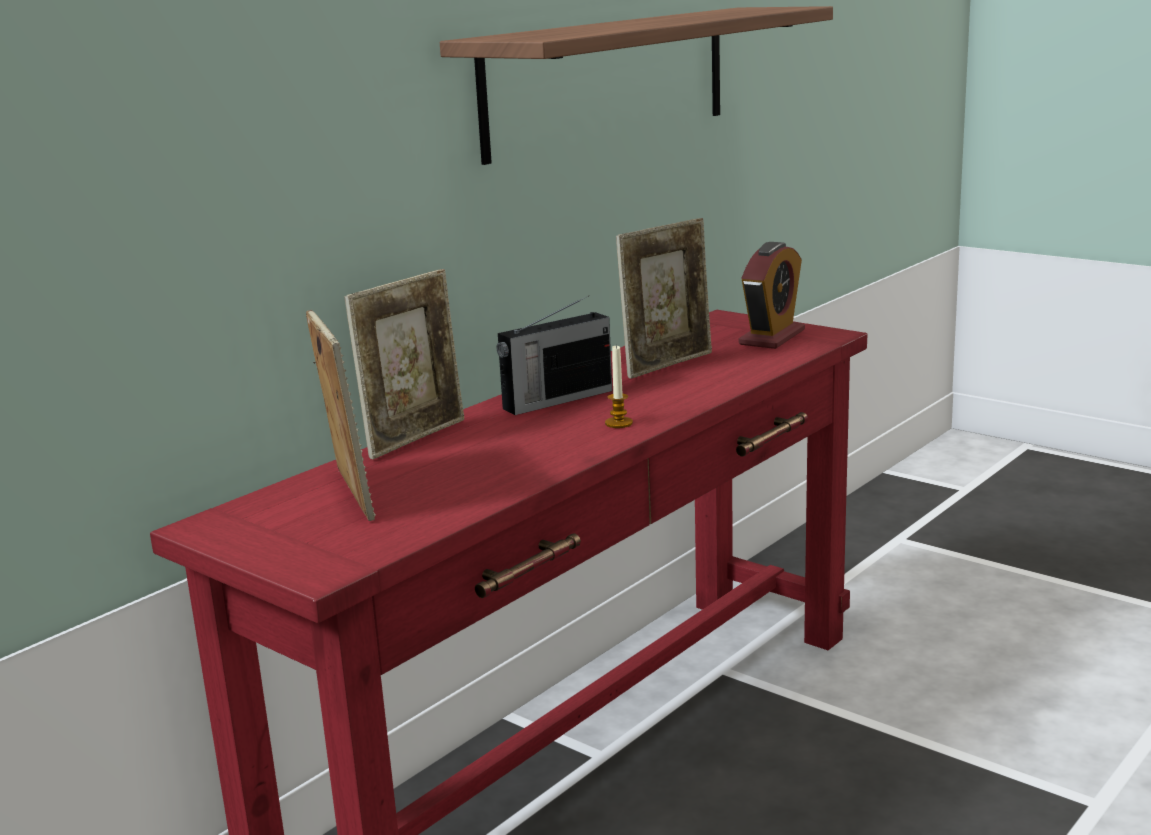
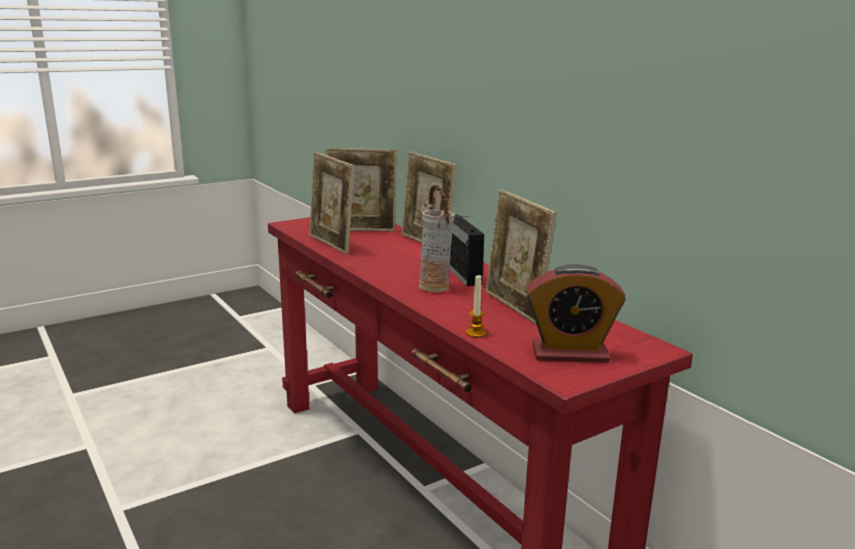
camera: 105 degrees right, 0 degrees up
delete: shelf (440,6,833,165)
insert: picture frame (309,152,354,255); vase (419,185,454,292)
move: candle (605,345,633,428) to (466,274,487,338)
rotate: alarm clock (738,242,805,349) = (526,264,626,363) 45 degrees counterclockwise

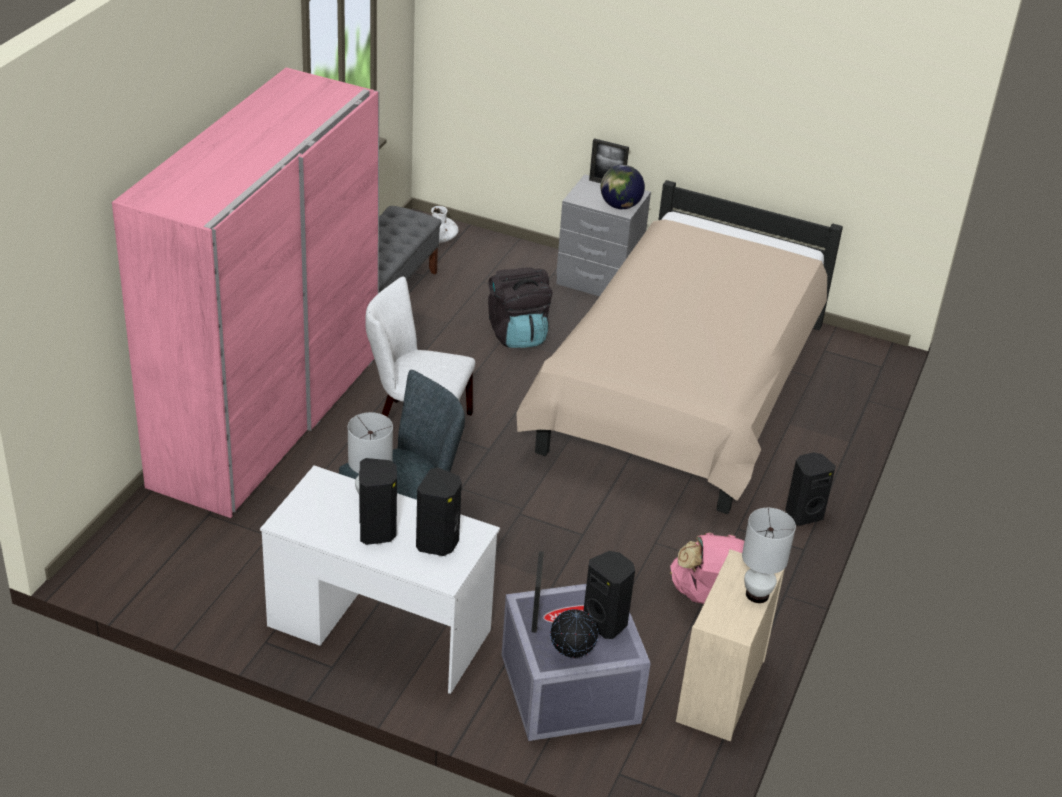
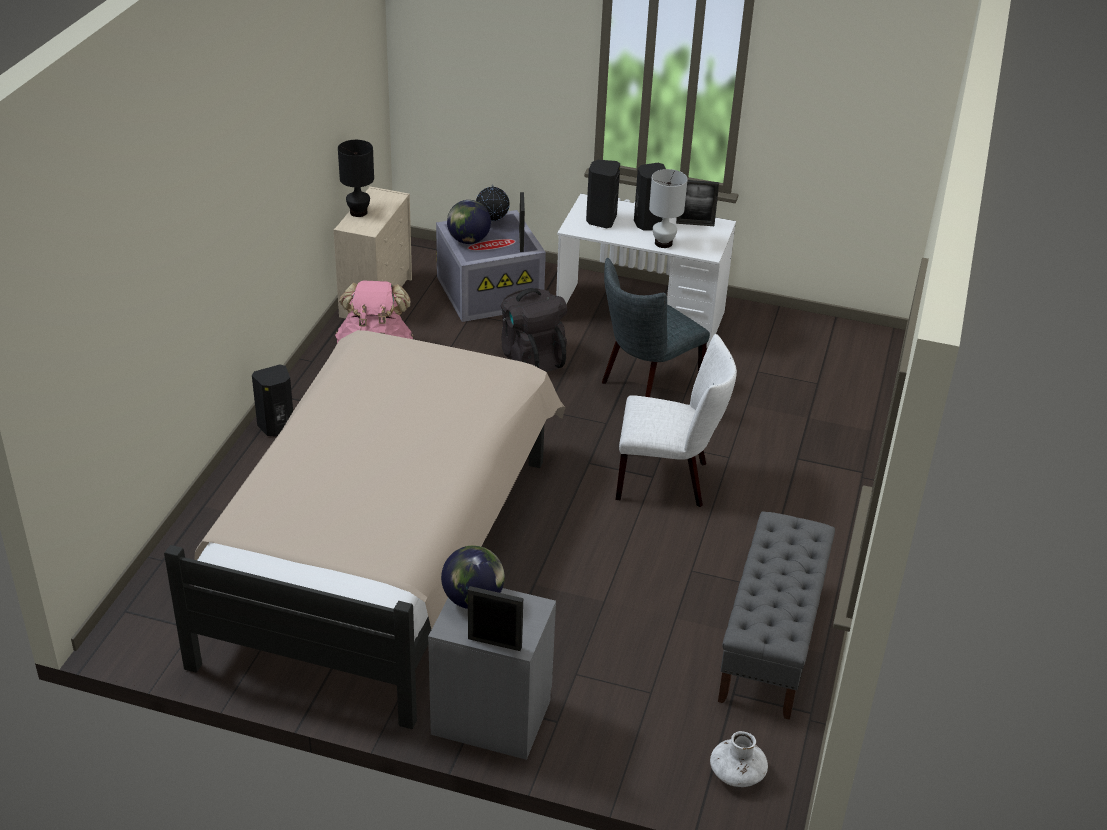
camera: 175 degrees right, 0 degrees up
delete: wardrobe/pink (112,67,379,518)
insert: picture frame (676,180,719,226)
move: backpack/black (488,267,553,348) to (501,288,567,372)
replace: speaker/black (583,551,635,639) to globe (447,200,491,244)
recolor: table lamp/white (742,508,796,603) to table lamp/black (338,140,374,217)

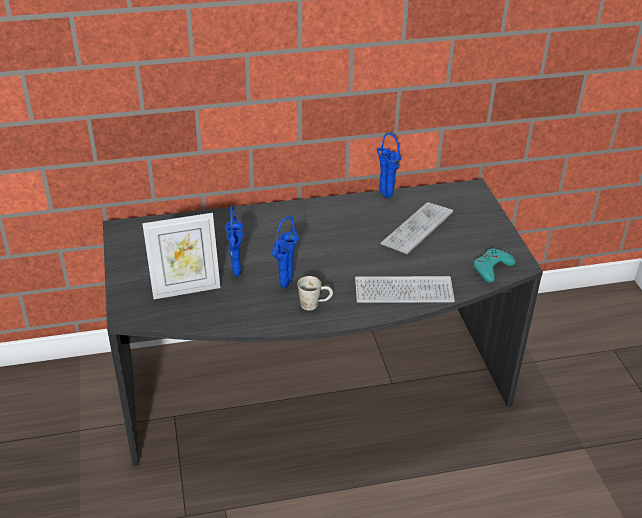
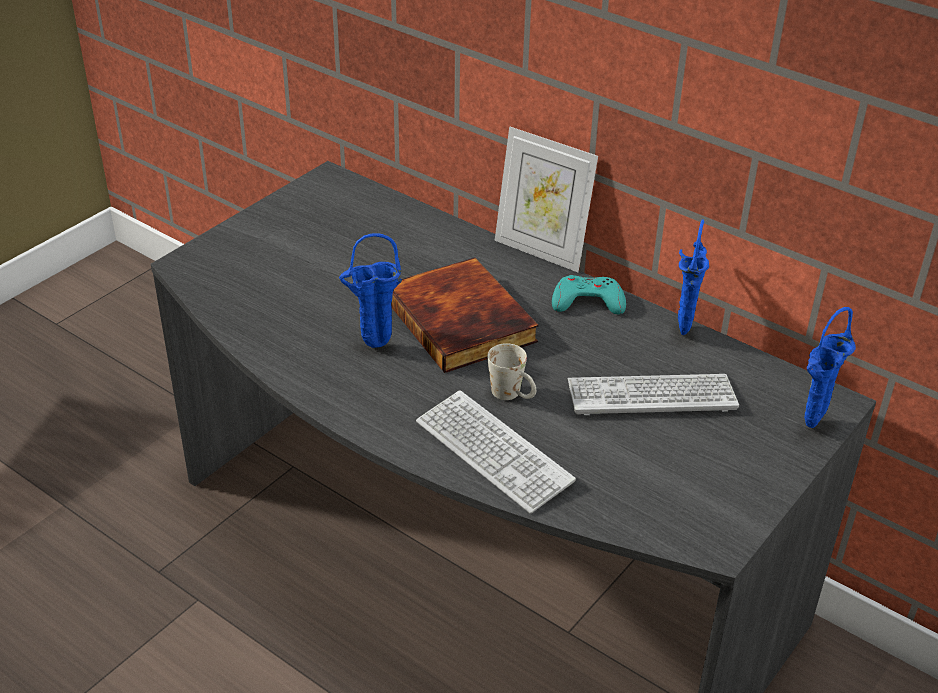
camera: 50 degrees right, 0 degrees up
insert: book (391,258,538,373)
move: mug/white (297,276,333,311) to (487,343,536,400); picture frame (142,213,220,299) to (495,127,598,272); game controller/turquoise (473,249,516,283) to (552,275,626,314); vase/blue (225,205,244,277) to (804,307,856,428)

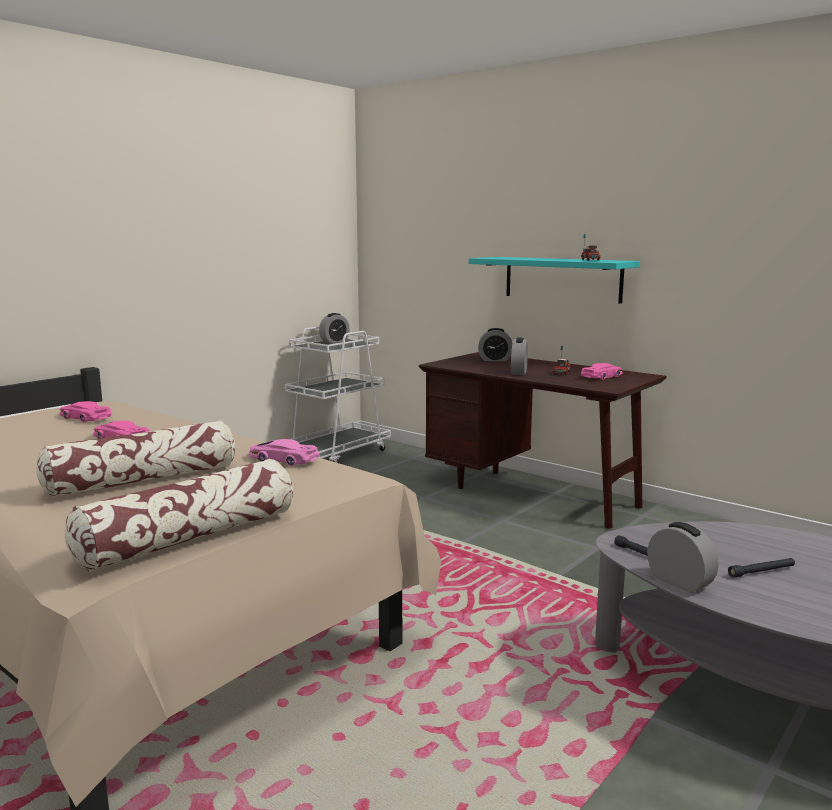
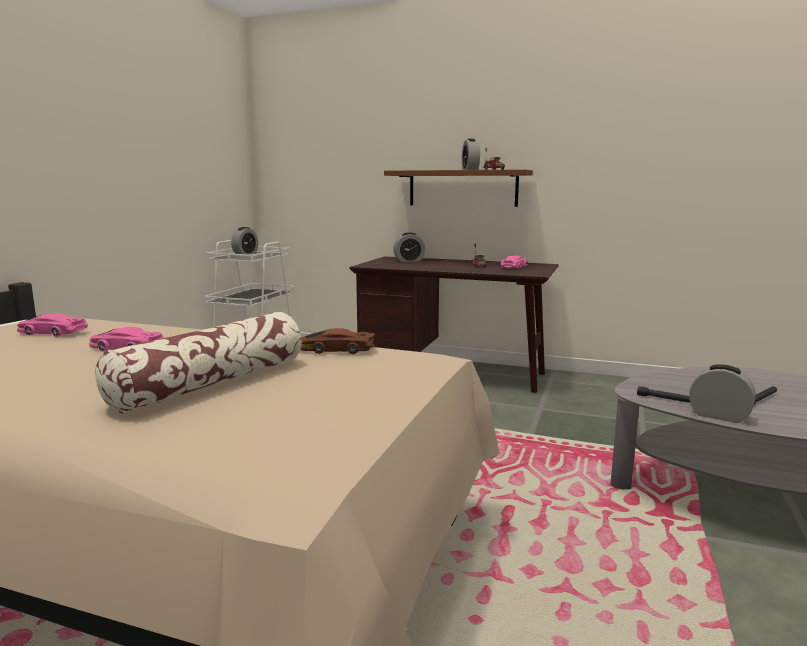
camera: 20 degrees left, 0 degrees up
delete: pillow (65,459,293,572)
move: alarm clock (511,338,528,375) to (462,139,480,170)
recolor: toy car/pink (249,439,319,466) to toy car/brown (300,328,375,354); shelf/turquoise (469,257,640,304) to shelf/brown (384,169,533,207)

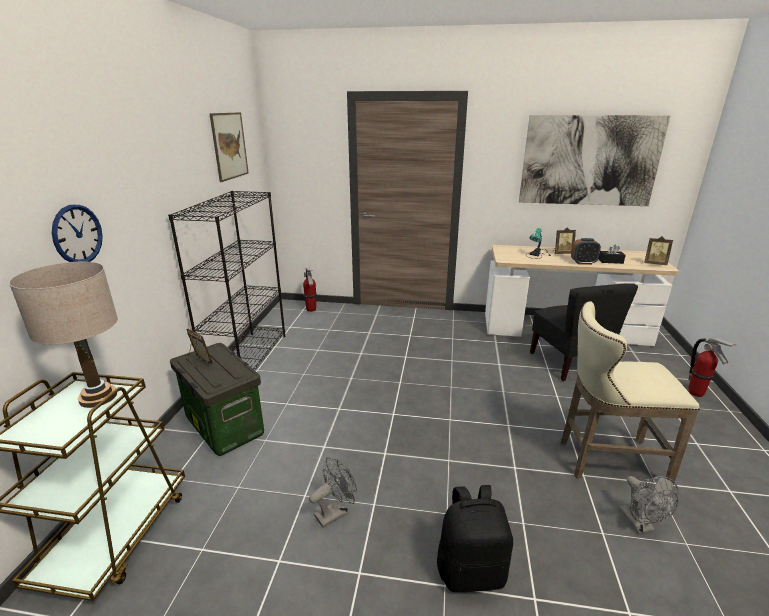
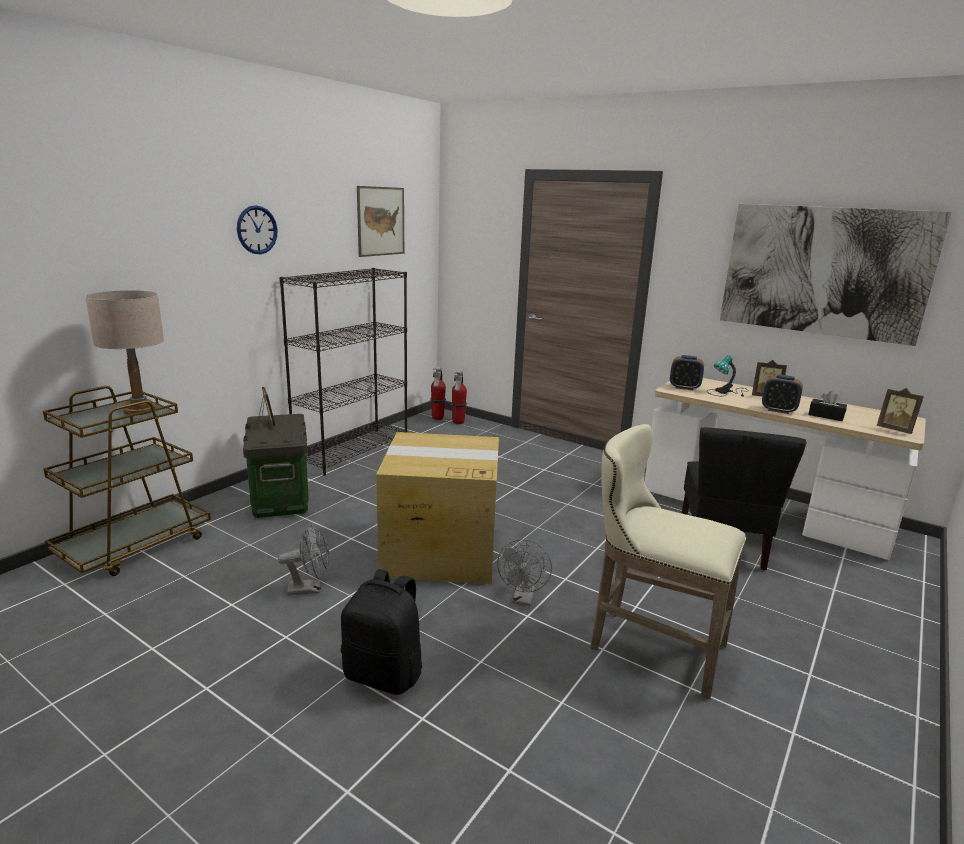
camera: 25 degrees right, 5 degrees down
insert: cardboard box (376,432,499,584); alarm clock (670,355,704,390)
move: wall clock (52,204,103,262) to (237,205,278,254); fire extinguisher (688,338,736,397) to (430,367,446,420); fan/grey (619,476,679,534) to (497,539,552,606)

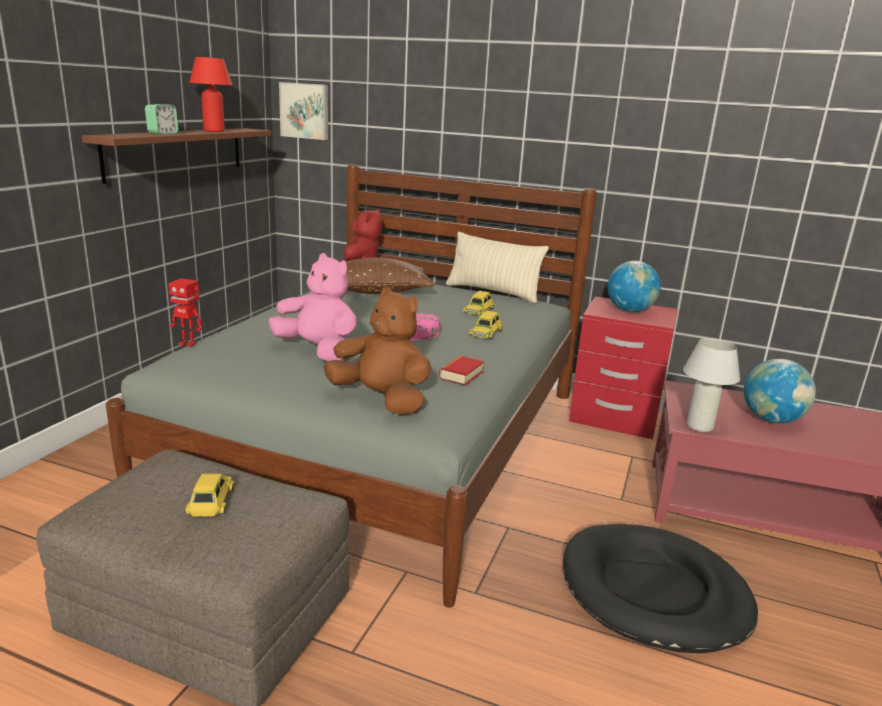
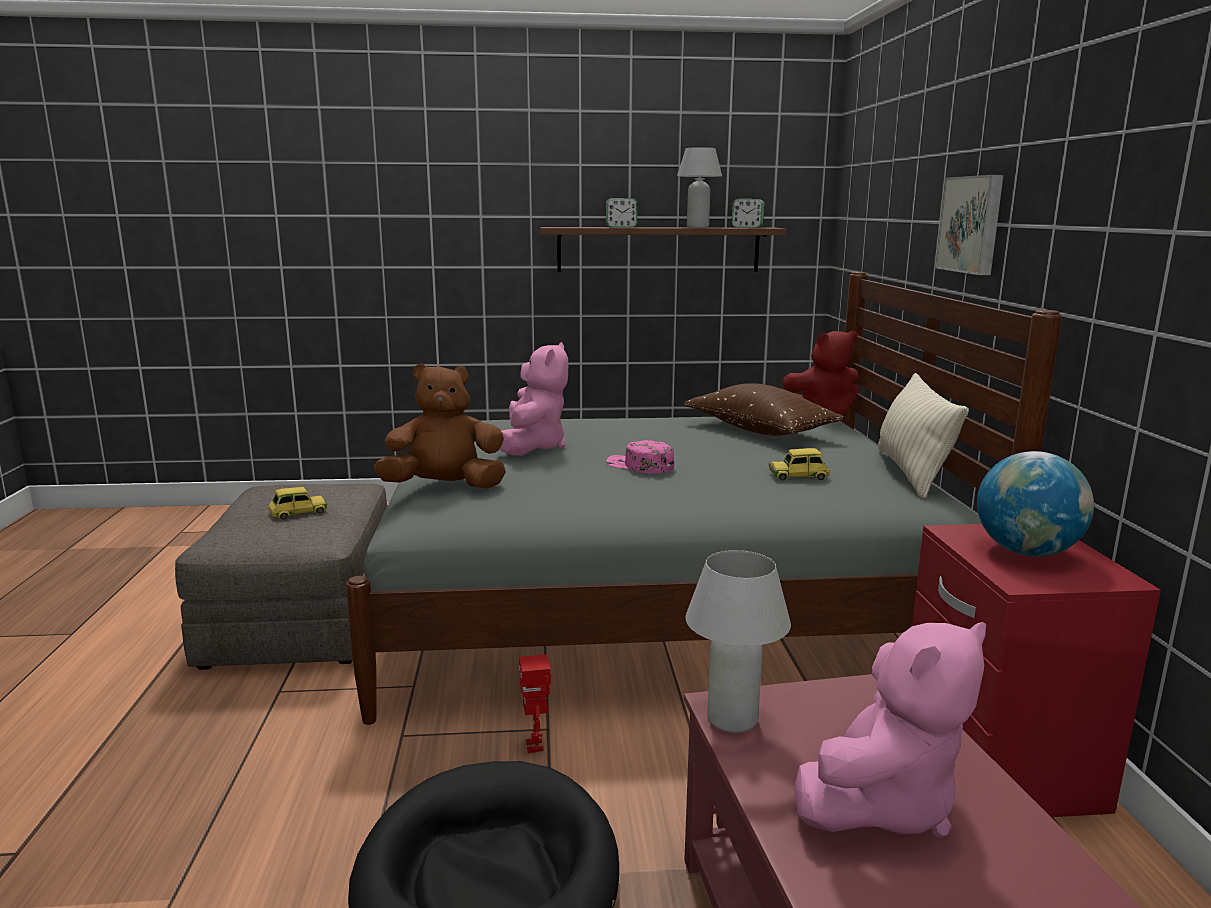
camera: 65 degrees right, 5 degrees down
delete: book (439,356,484,385); toy car/yellow (470,311,503,339)
insert: alarm clock (732,199,764,228)
move: toy robot (169,278,202,347) to (519,654,551,753); picture (279,82,328,140) to (936,175,1004,275)
replace: globe (744,359,816,424) to plush toy/pink (794,622,986,838)
recolor: table lamp/red (189,57,232,132) to table lamp/white (677,147,722,228)
rotate: plush toy/brown (323,287,431,414) = (374,363,506,488) 105 degrees counterclockwise

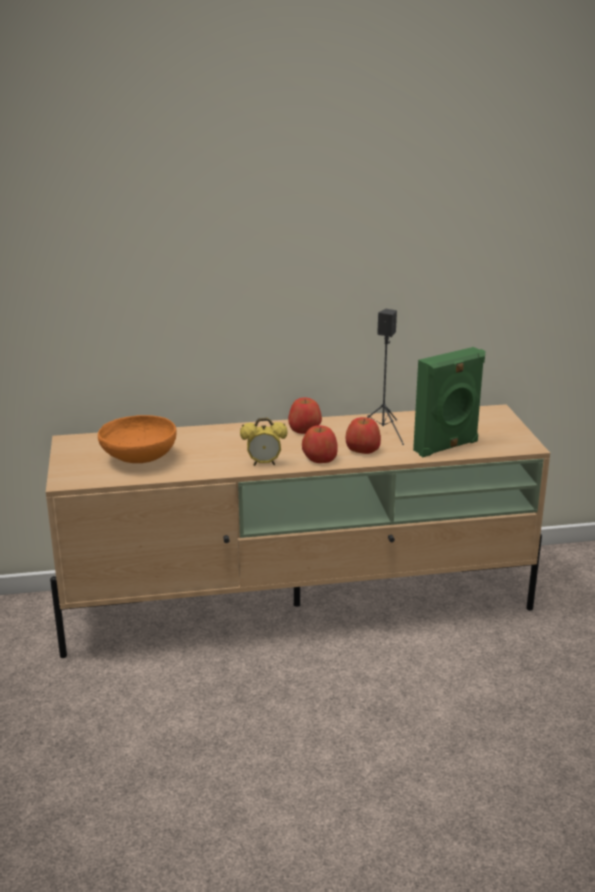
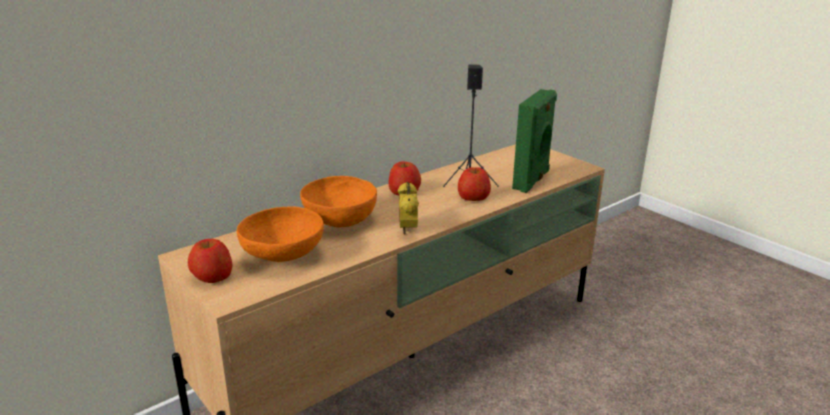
camera: 30 degrees left, 0 degrees up
insert: bowl/orange (300,176,377,228)
move: apple (302,425,338,463) to (188,239,232,283)
rotate: alarm clock (240,418,288,466) = (398,182,419,235) 120 degrees clockwise

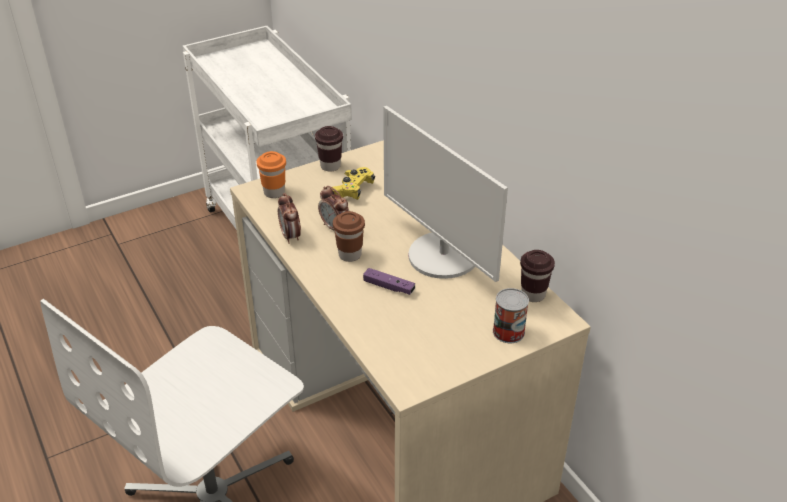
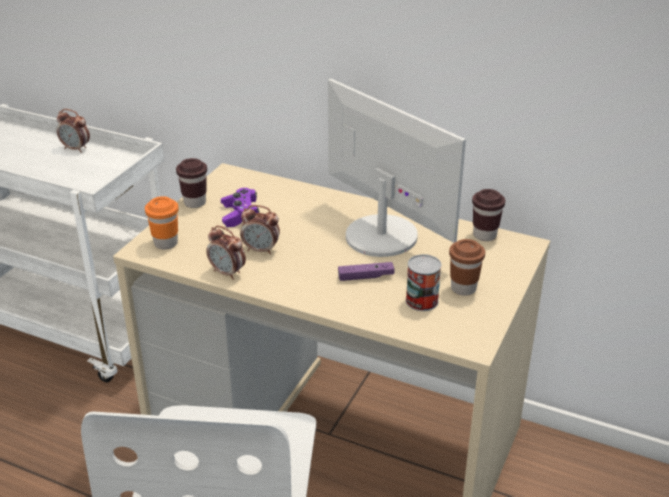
camera: 35 degrees left, 5 degrees down
insert: alarm clock (57,109,90,153)
move: can (493,288,529,343) to (406,254,442,311); cup/brown (333,211,365,262) to (449,239,485,296)
recolor: game controller/yellow (330,167,375,200) to game controller/purple (221,188,259,227)
rotate: monitor (383,106,508,282) = (328,79,466,257) 150 degrees counterclockwise

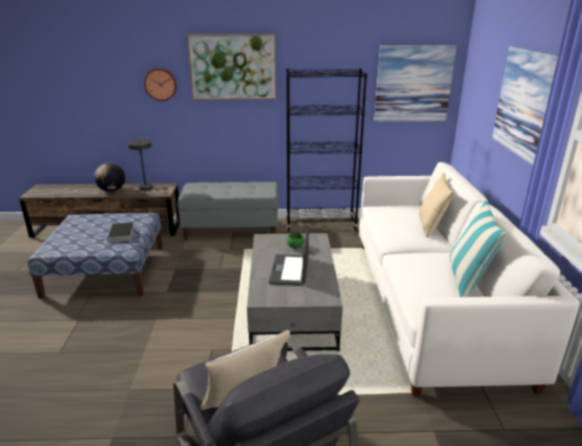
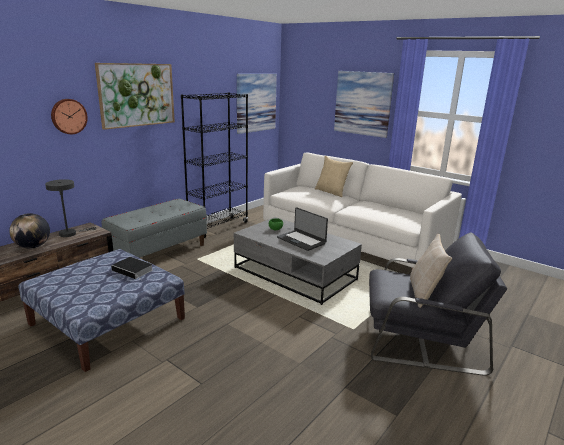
camera: 50 degrees left, 5 degrees down
delete: pillow (450,200,507,297)

